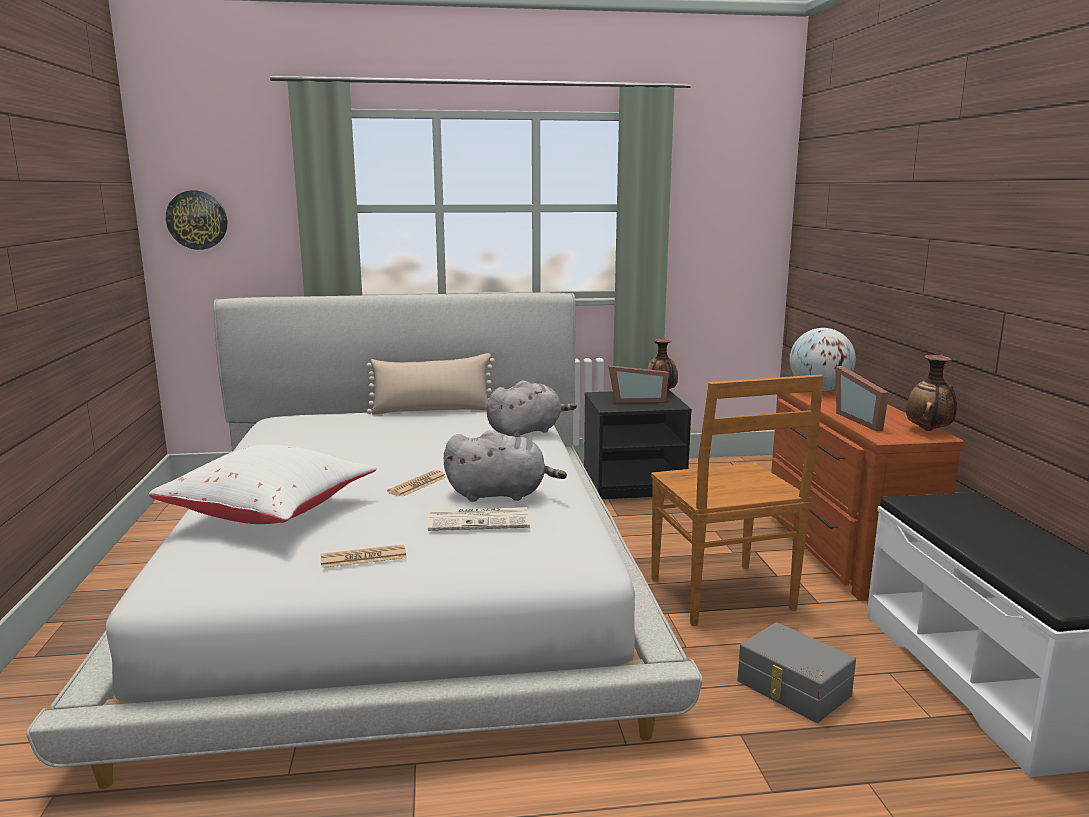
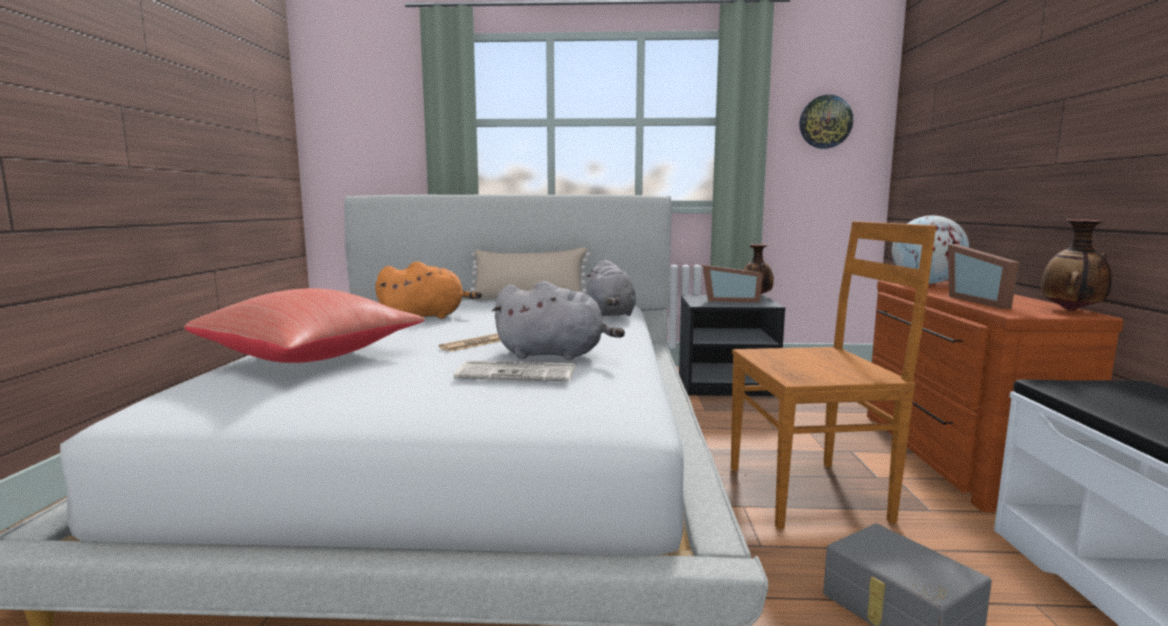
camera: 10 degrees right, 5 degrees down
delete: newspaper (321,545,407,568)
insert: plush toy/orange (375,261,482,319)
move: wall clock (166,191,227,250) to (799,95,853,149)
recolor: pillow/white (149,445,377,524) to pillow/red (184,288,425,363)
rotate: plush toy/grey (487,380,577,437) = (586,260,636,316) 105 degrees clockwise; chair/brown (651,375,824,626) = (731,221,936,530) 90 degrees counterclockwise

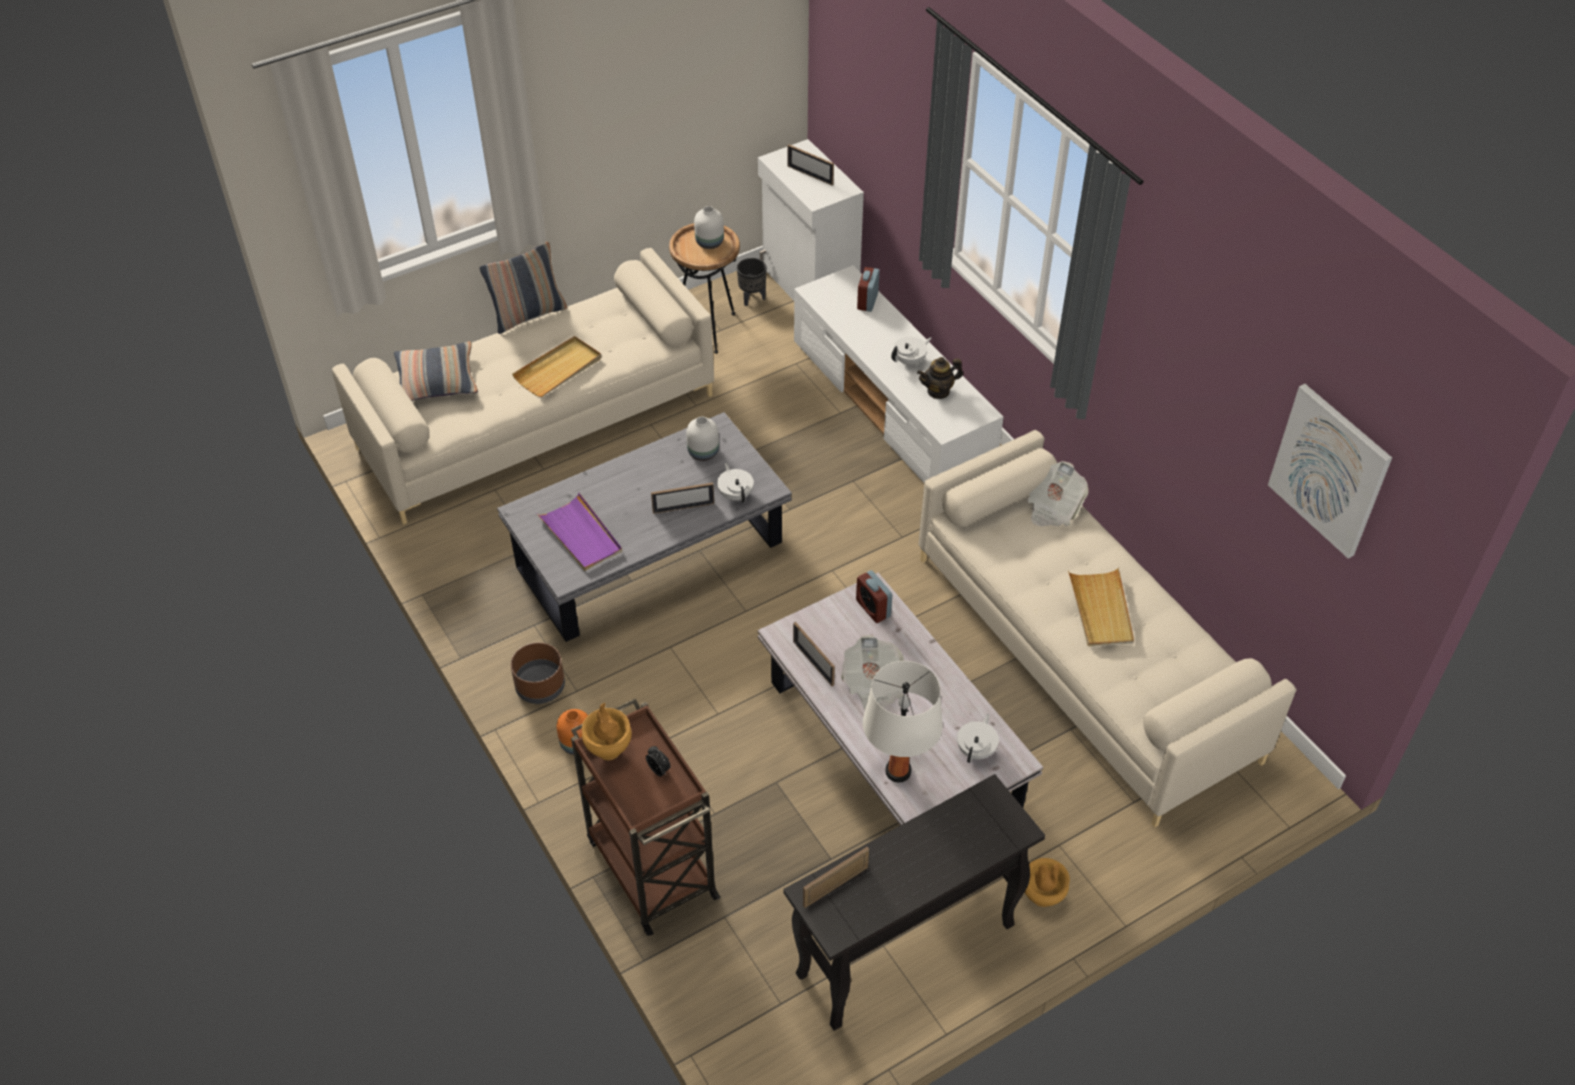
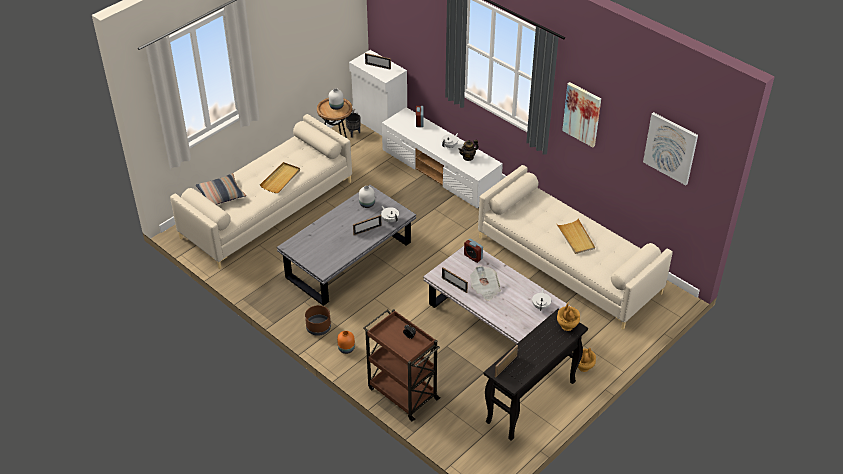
camera: 15 degrees left, 5 degrees down
delete: pillow (480,242,567,334); tray/purple (536,493,622,571); table lamp/white (863,661,943,783); newspaper (1027,461,1088,526)
insert: picture (562,82,601,147)
move: vase/brown (582,703,632,760) to (557,302,580,331)

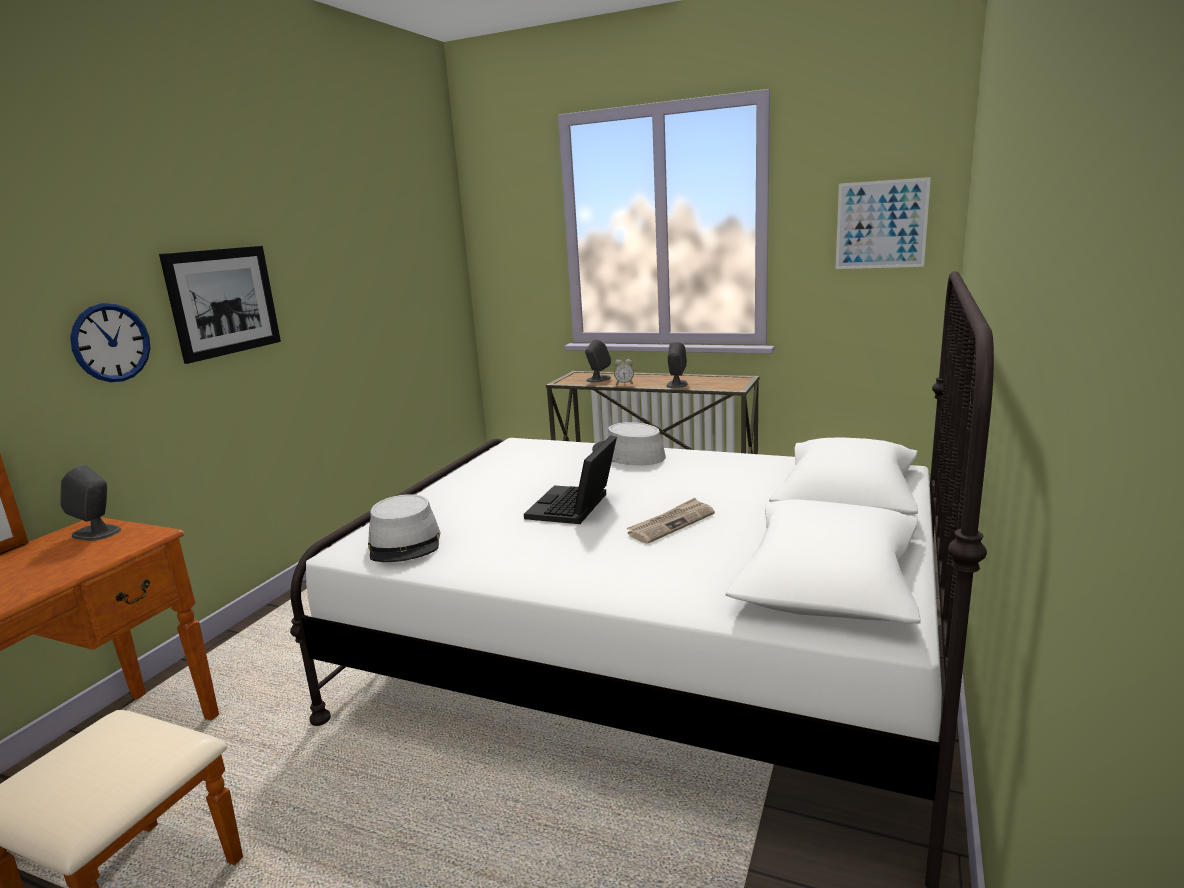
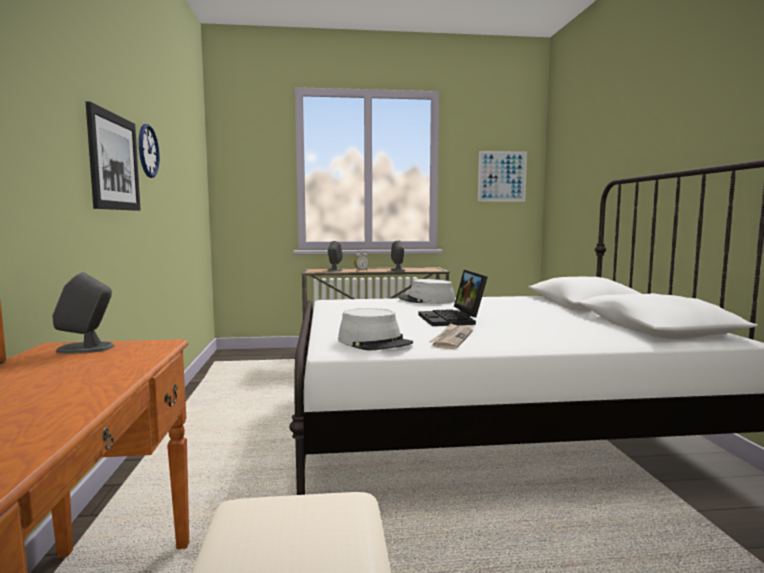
camera: 30 degrees left, 10 degrees down
move: wall clock (70,303,150,382) to (139,124,159,178); newspaper (626,498,715,544) to (429,323,473,349)

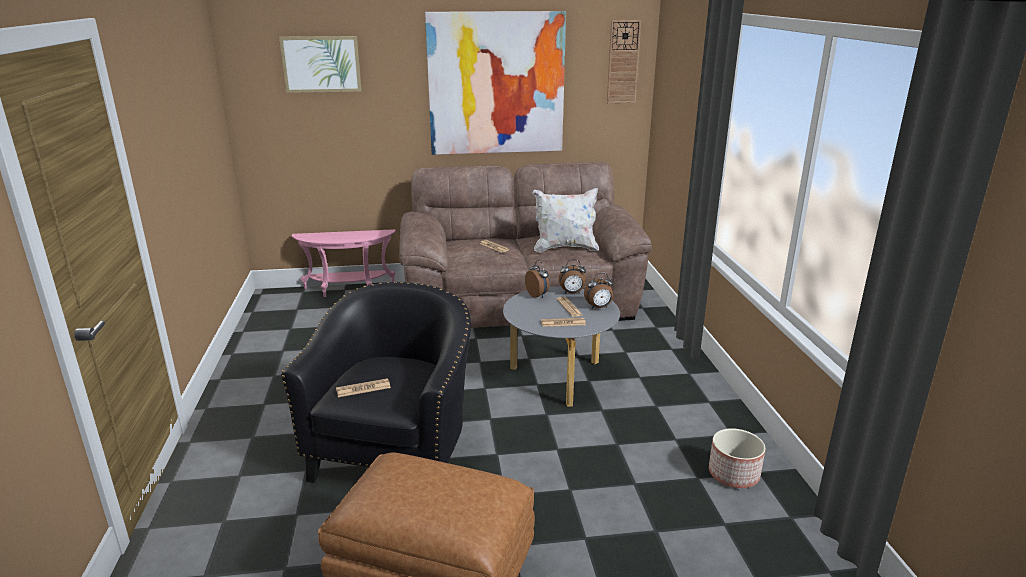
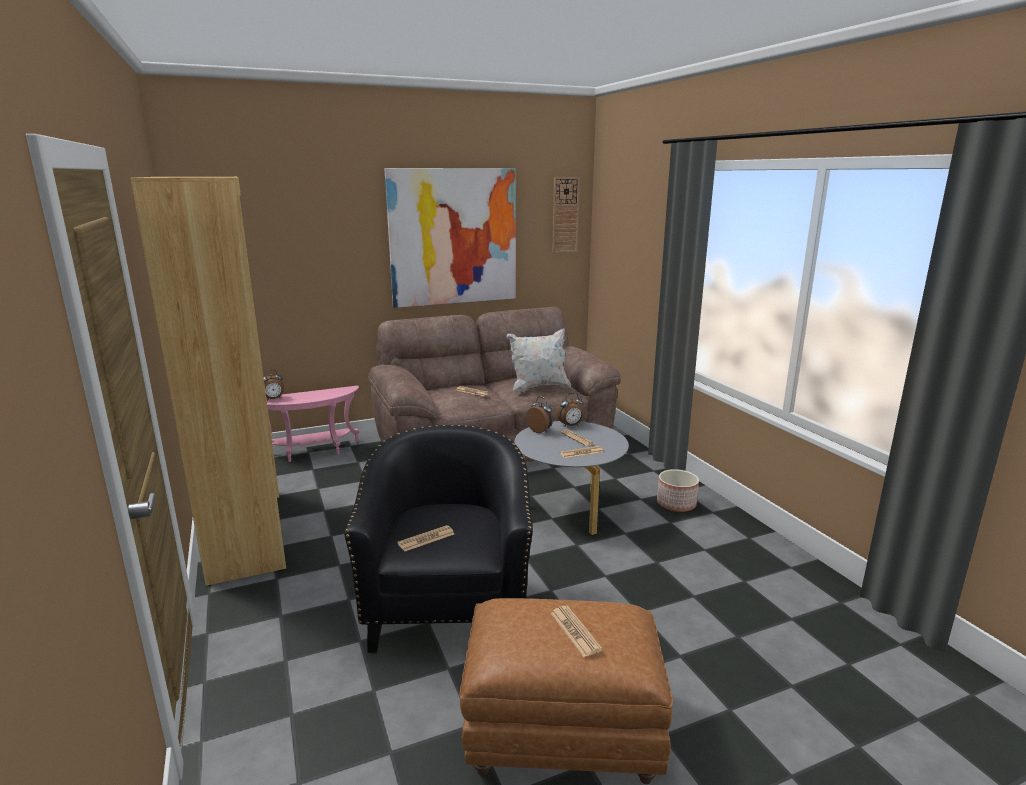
camera: 15 degrees left, 5 degrees down
delete: picture (279,36,362,93)
insert: bookcase/brown (130,177,286,586); newspaper (550,606,603,657)
move: alarm clock (584,273,614,309) to (264,370,284,401); planter (709,428,766,488) to (657,469,699,512)

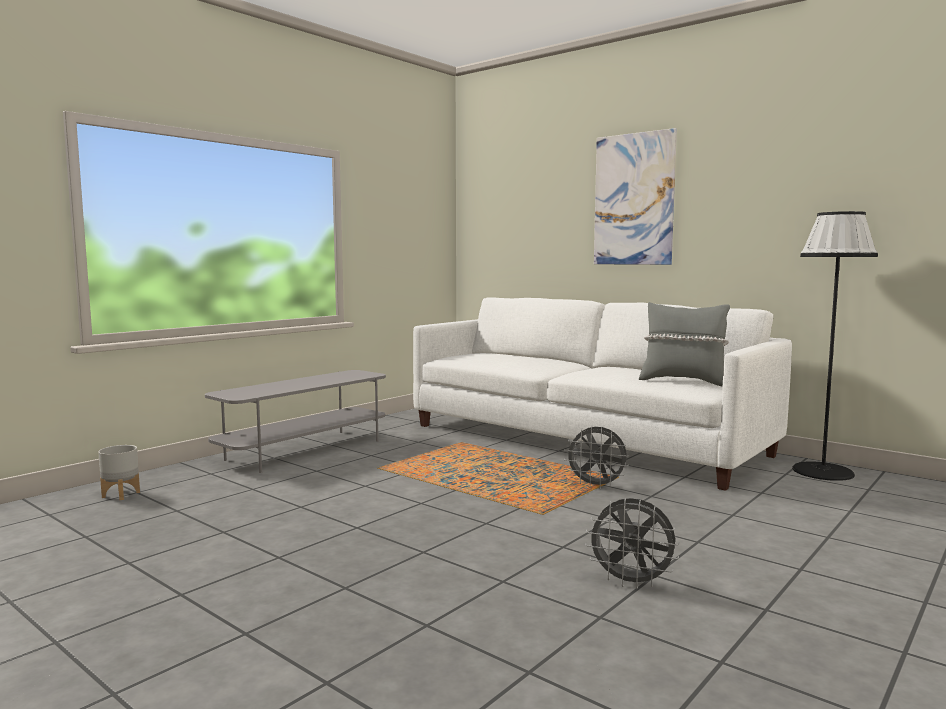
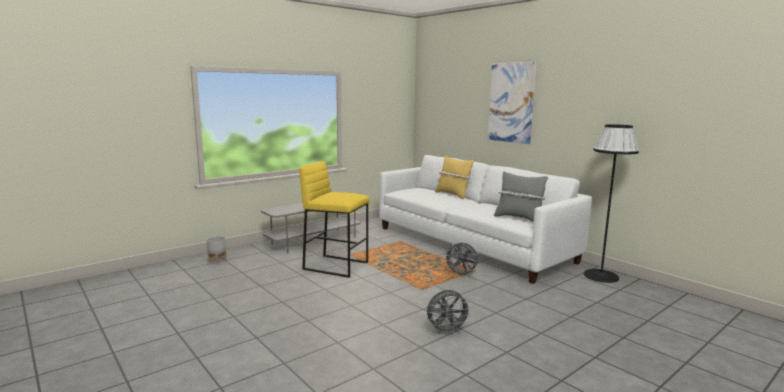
camera: 10 degrees right, 5 degrees up
insert: stool/yellow (299,161,370,278); pillow/yellow (435,156,474,199)
rotate: fan/grey (585,498,680,589) = (427,290,472,335) 45 degrees counterclockwise

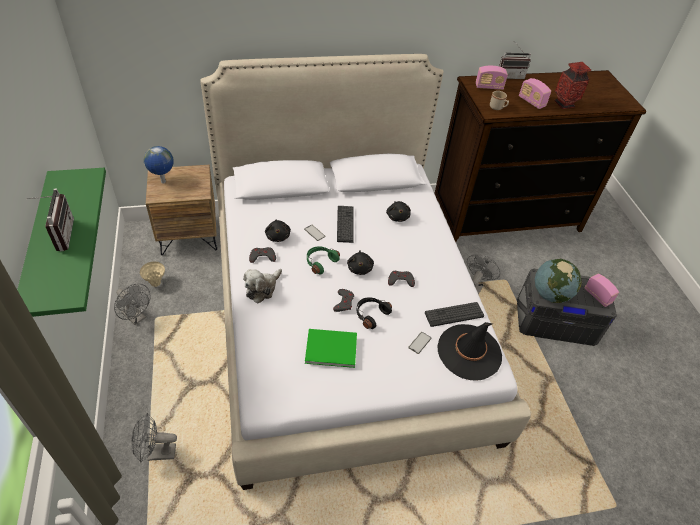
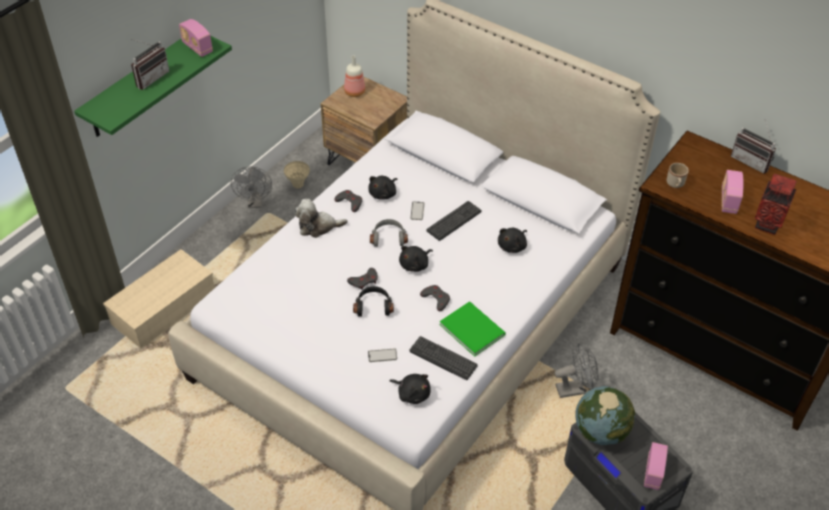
camera: 50 degrees right, 0 degrees up
move: radio (476,66,508,90) to (179,19,213,57); book/green (305,329,357,368) to (439,301,506,357)
replace: fan/grey (131,413,177,463) to storage box/beige (103,249,215,349); globe (144,146,174,183) to bottle (344,56,365,97); hat/black (438,322,502,381) to plush toy/black (390,374,431,404)
recolor: headphones/green (307,246,340,274) to headphones/grey (370,219,408,247)

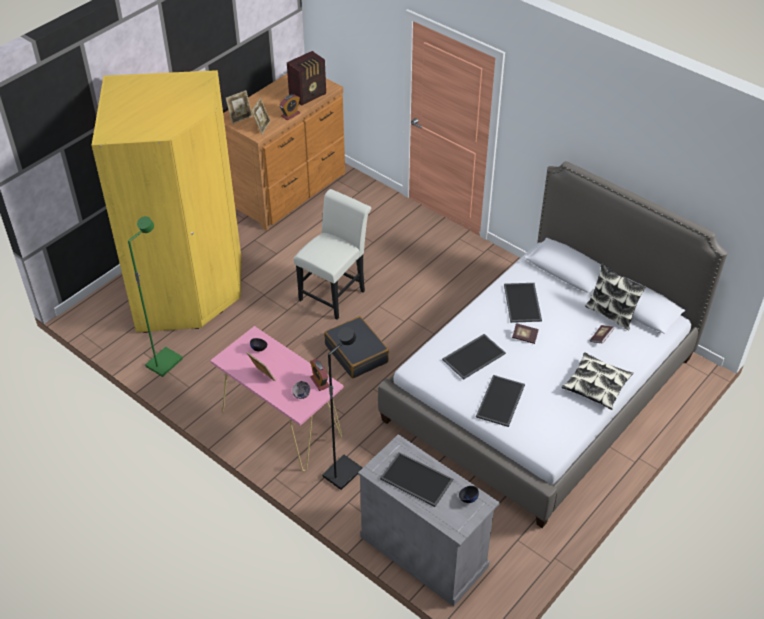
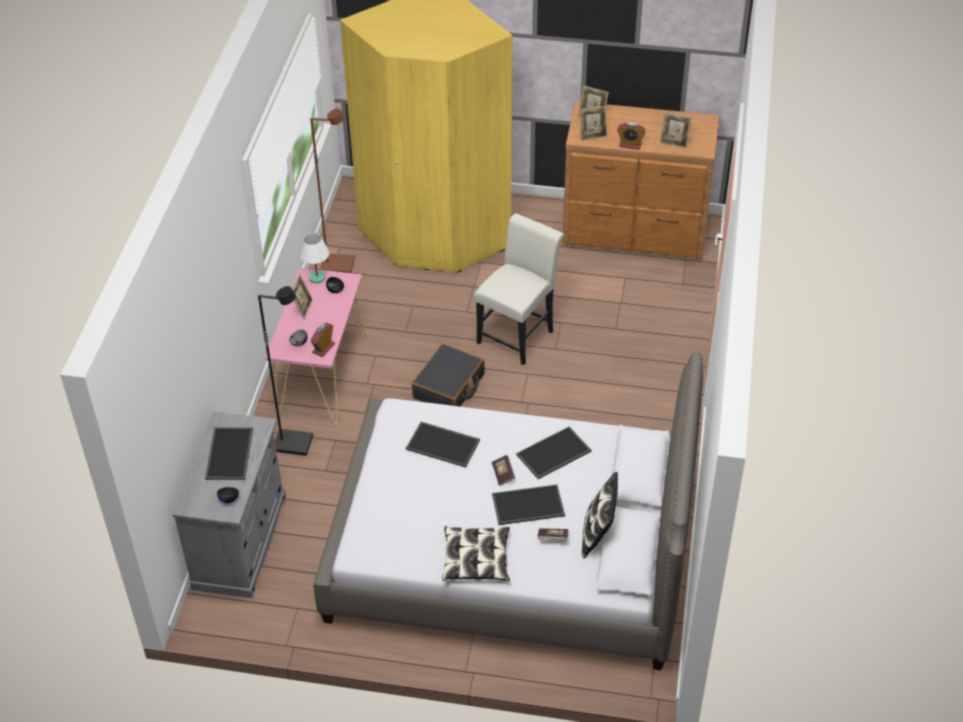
camera: 60 degrees right, 0 degrees up
insert: table lamp/white (299,233,329,284)
move: tray (476,375,525,427) to (492,484,565,525)
replace: radio (287,51,326,106) to picture frame (660,112,692,148)
recolor: floor lamp/green (128,216,183,377) to floor lamp/brown (310,109,355,273)
rotate: chair/white (294,189,371,320) = (474,213,564,365) 60 degrees counterclockwise

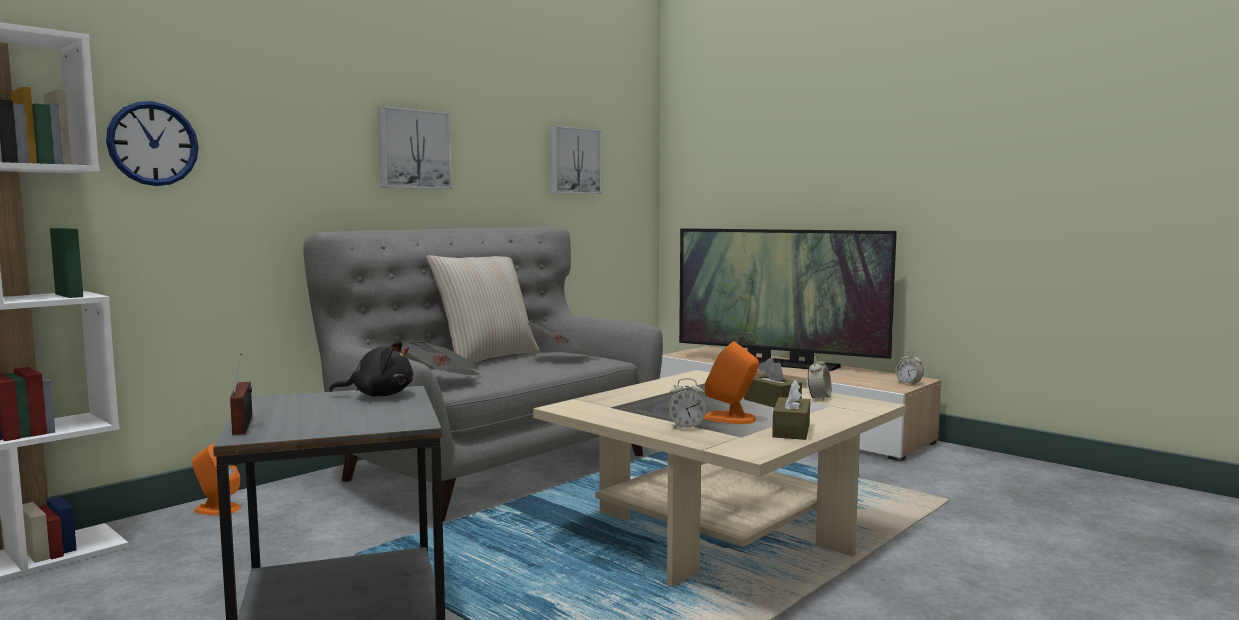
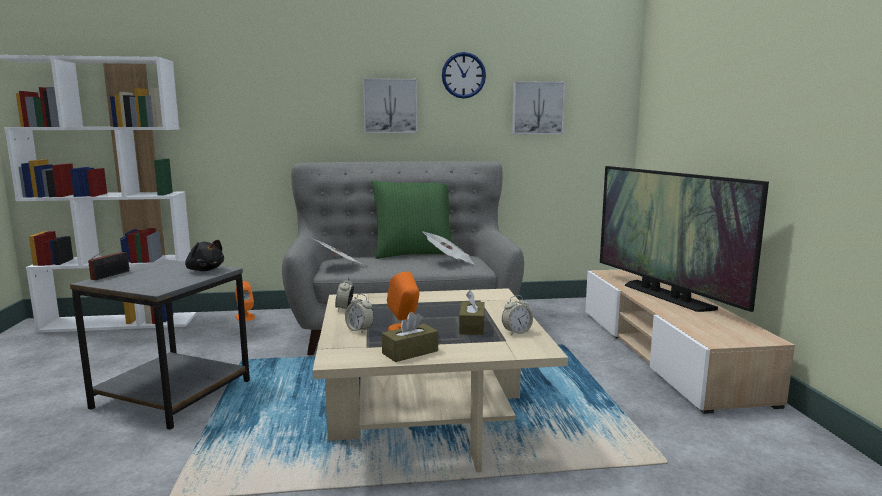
camera: 40 degrees right, 5 degrees up
move: alarm clock (895,351,924,385) to (335,277,354,311); wall clock (106,101,199,186) to (442,52,486,99)
recolor: pillow/beige (427,255,540,363) to pillow/green (371,180,452,259)

